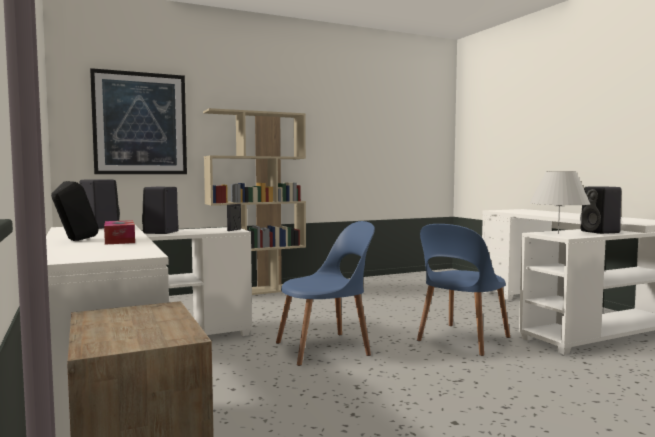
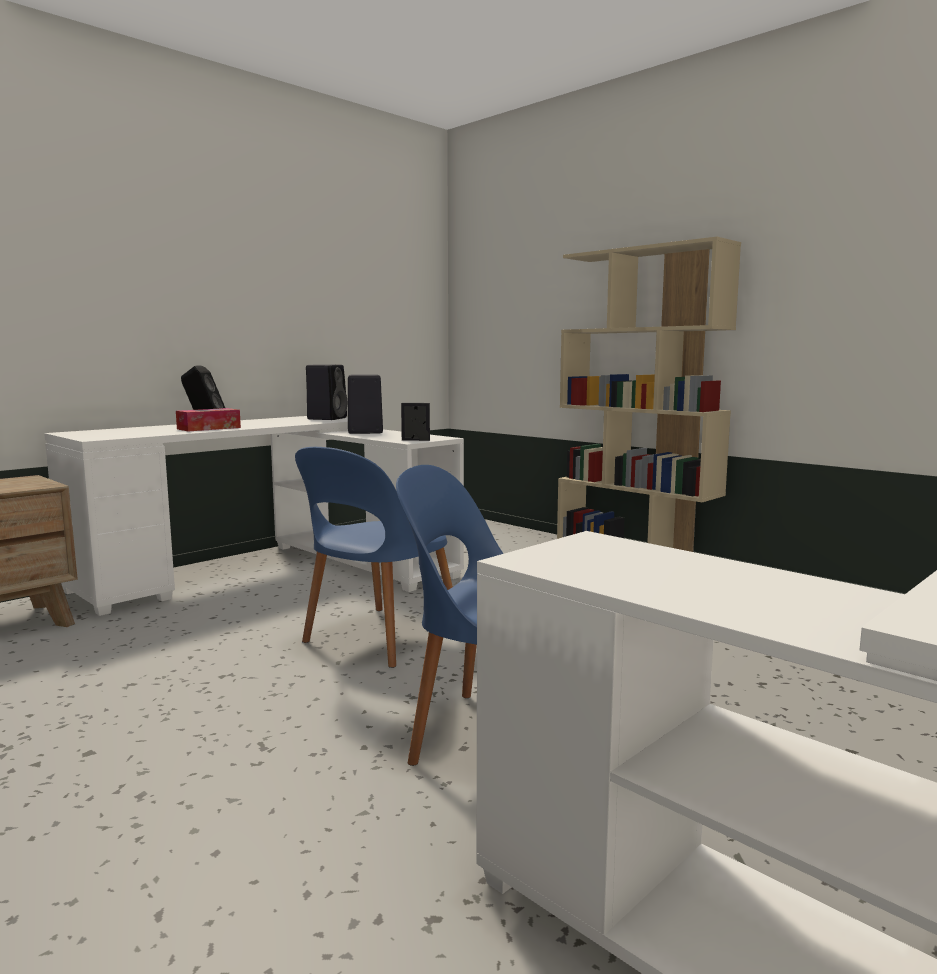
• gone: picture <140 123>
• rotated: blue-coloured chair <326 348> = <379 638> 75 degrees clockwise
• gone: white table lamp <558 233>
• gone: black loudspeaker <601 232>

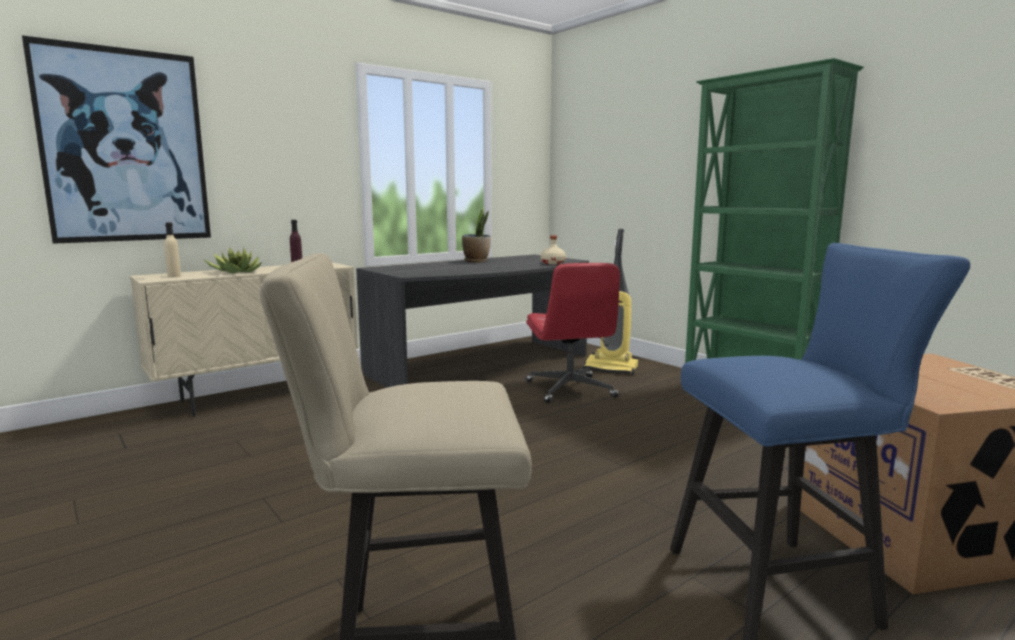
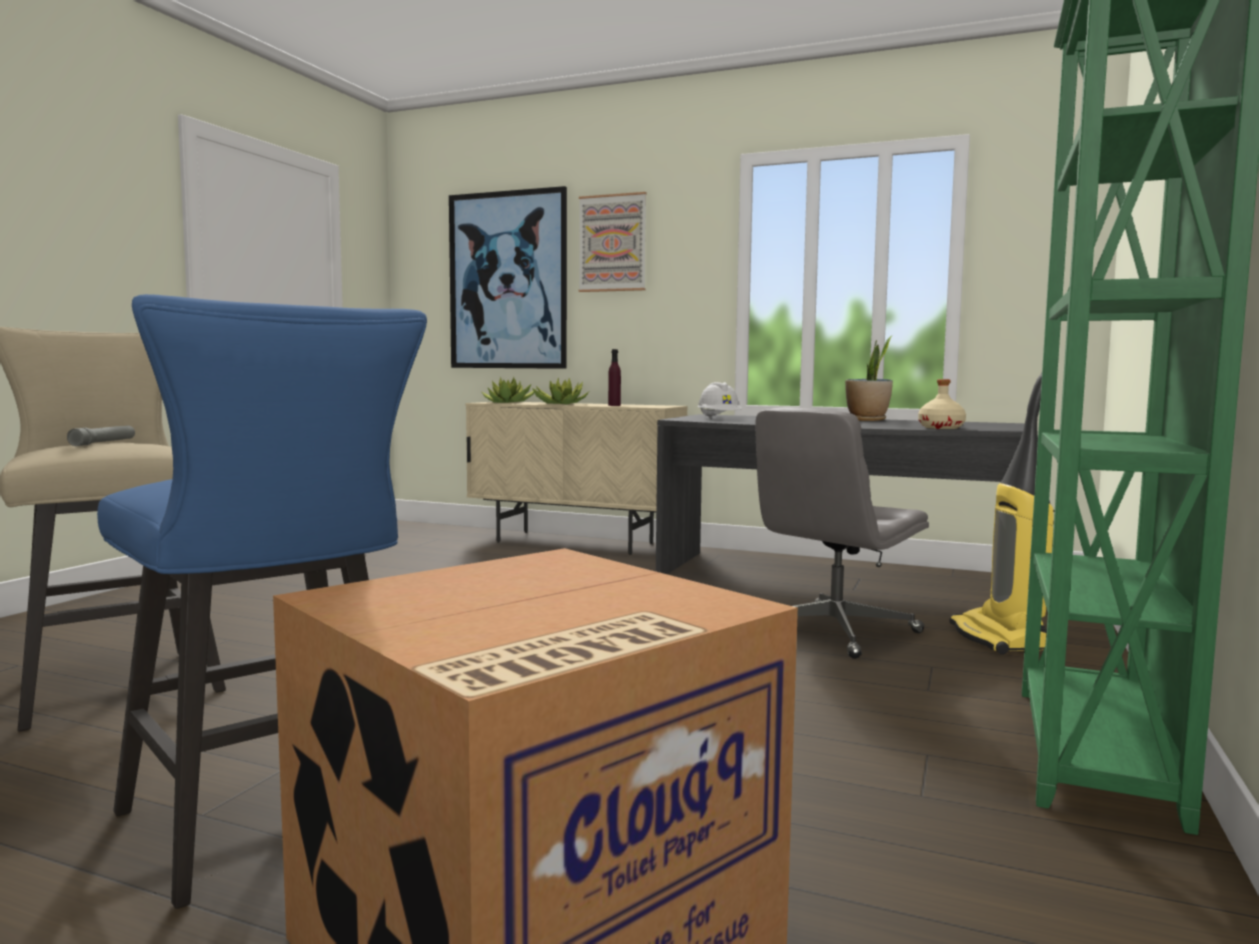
• swapped: beige drink bottle <174 276> to potted plant <508 402>
• repainted: reddish computer chair <570 389> to gray computer chair <834 632>
• new: gray flashlight <103 443>
• new: picture <612 243>
• new: white work helmet <719 419>

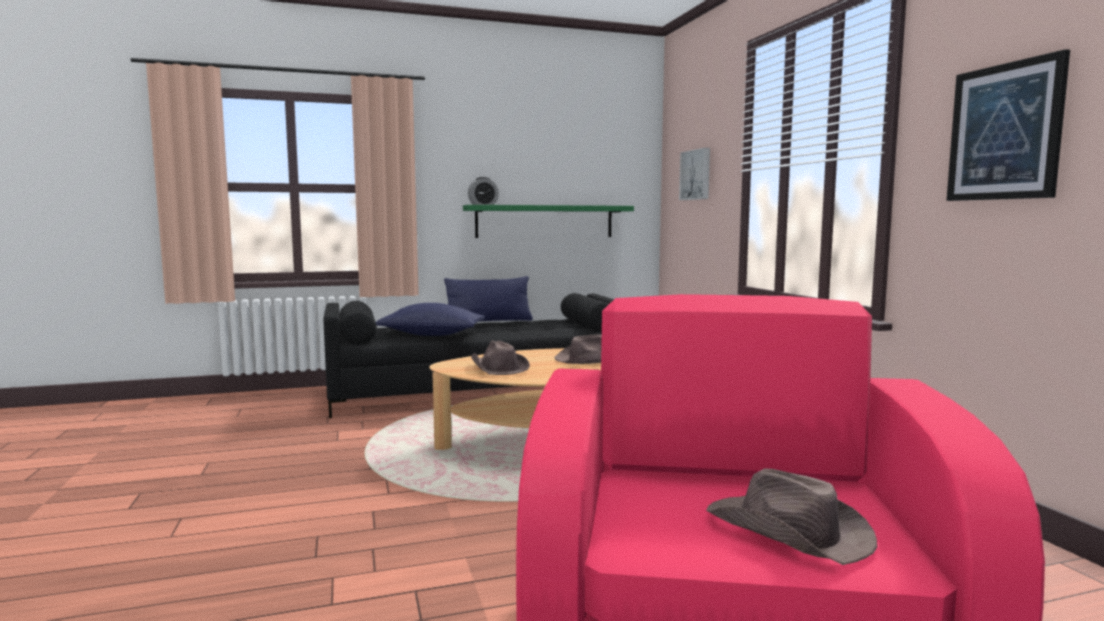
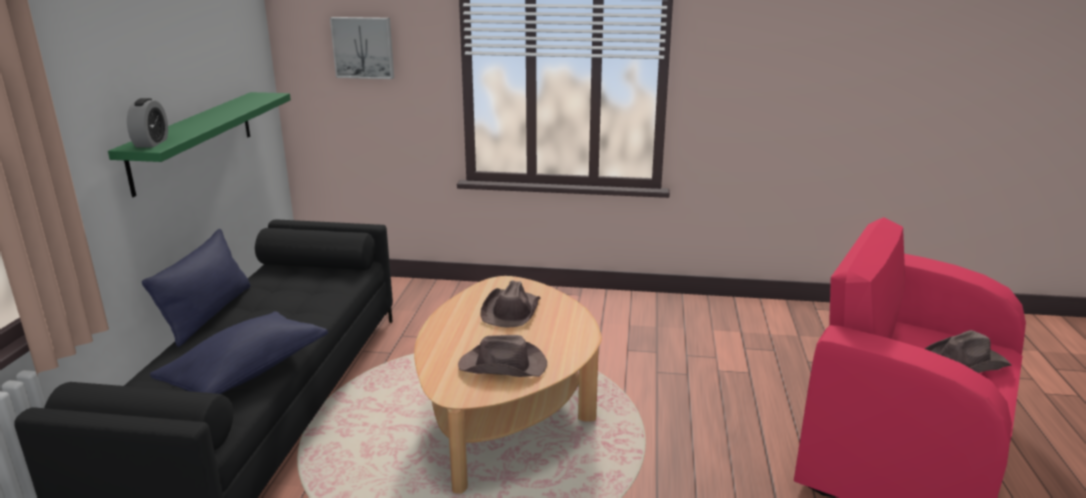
• gone: picture <1005 132>

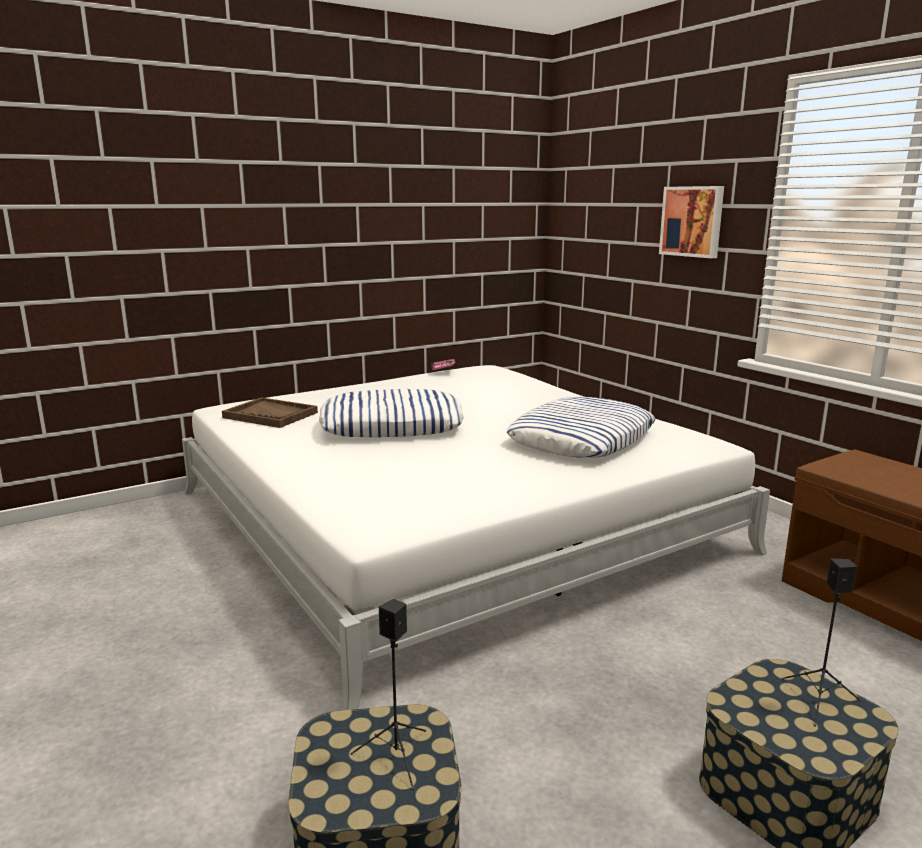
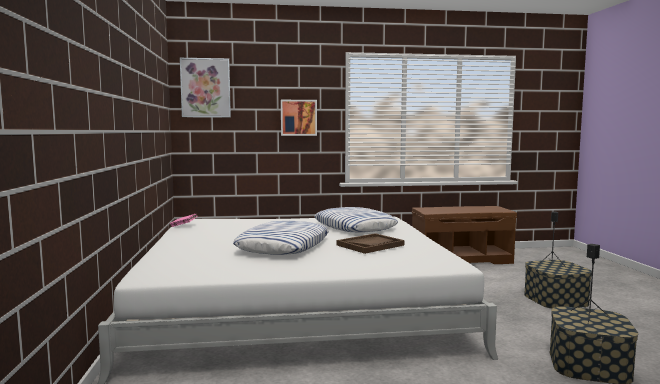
• shifted: brown-coloured tray <271 415> to <370 245>
• new: picture <205 88>

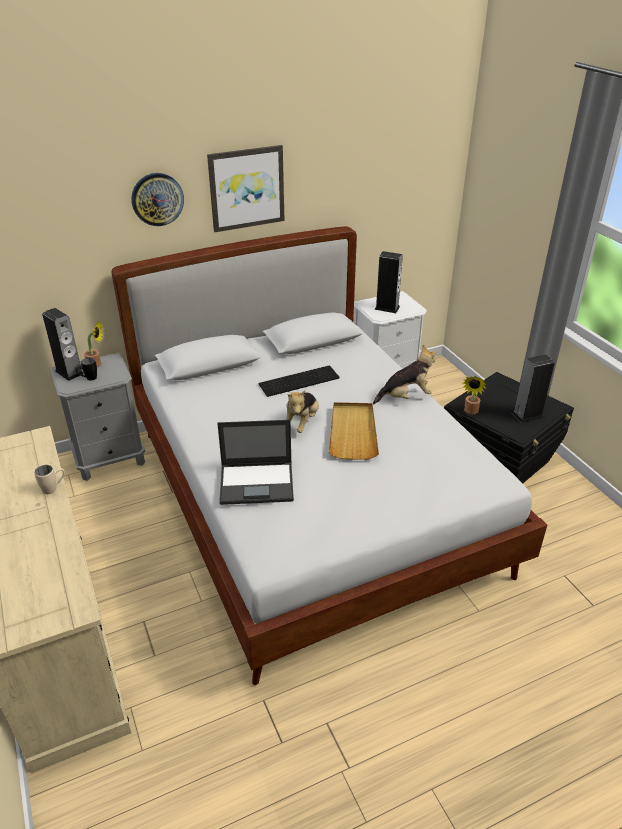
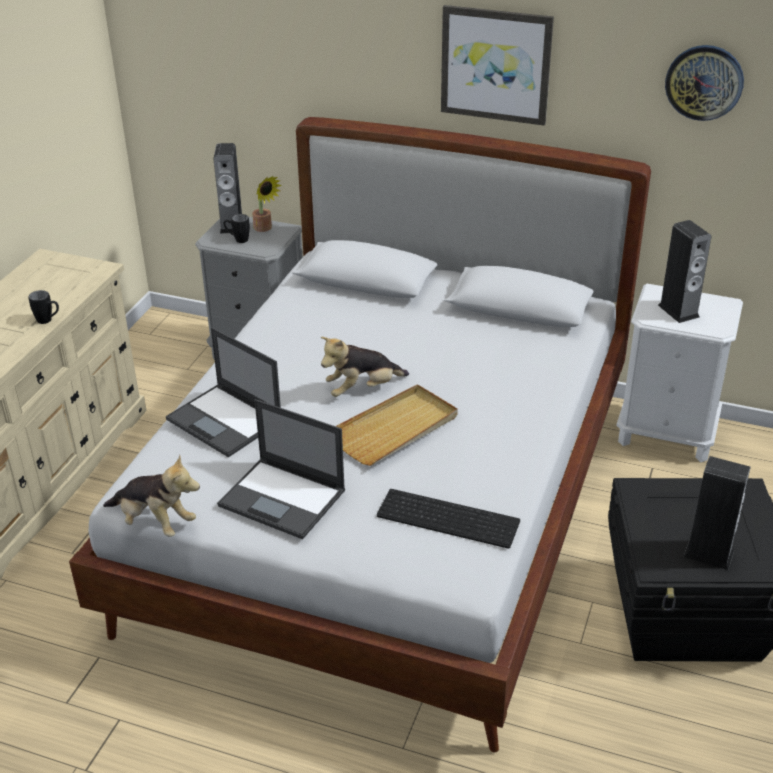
• repainted: beige tea mug <54 488> to black tea mug <48 321>
• shifted: clock on the wall <157 199> to <704 82>
• shifted: computer keyboard <299 380> to <450 517>
• shifted: soft toy <405 397> to <154 522>
• gone: potted plant <470 411>
• new: laptop <283 498>

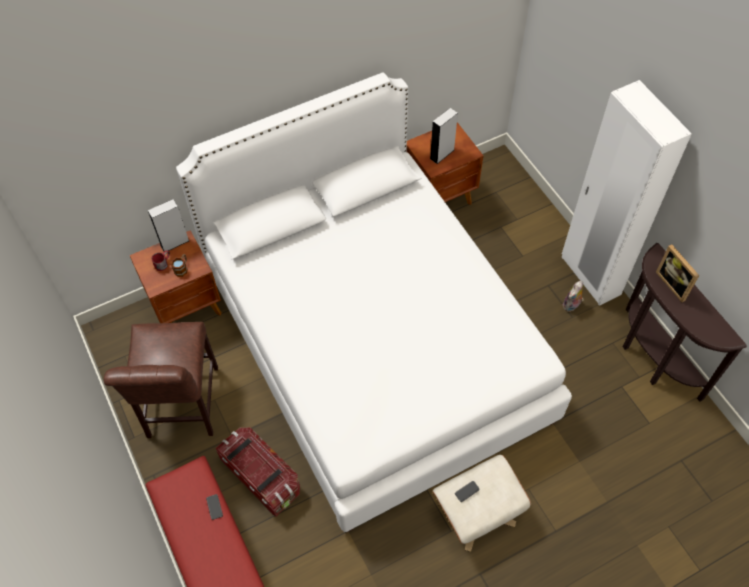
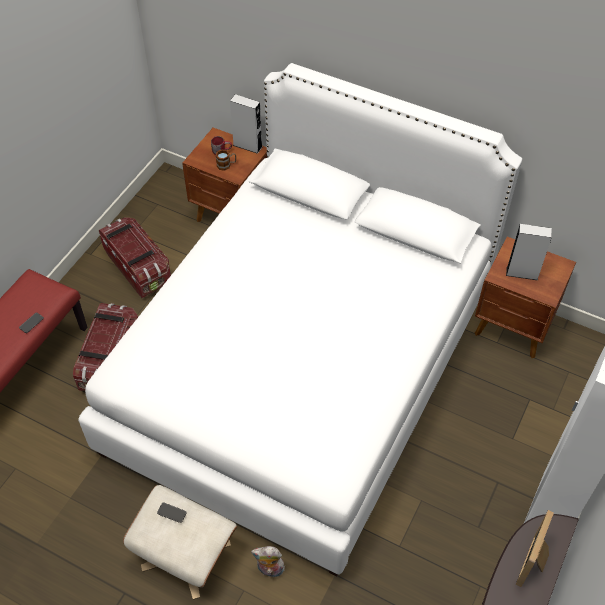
• swapped: brown-coloured chair <181 407> to storage bin <138 267>
• shifted: soft toy <571 306> to <269 570>

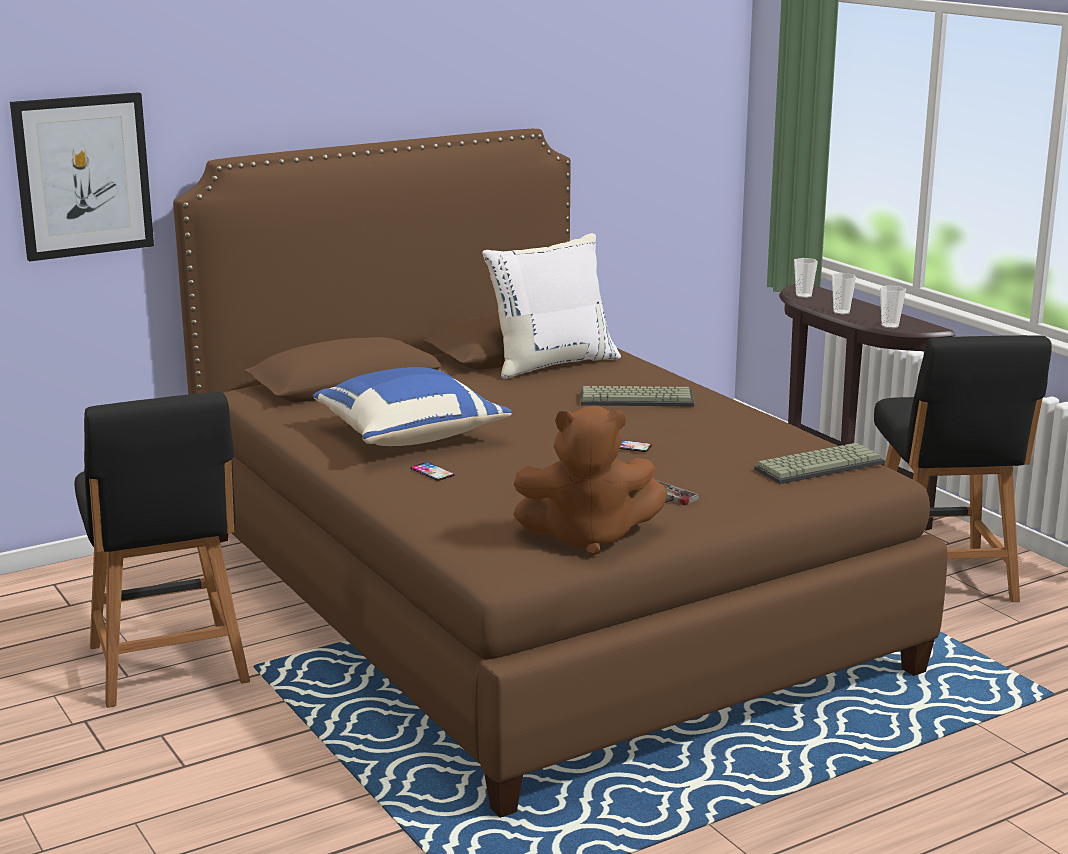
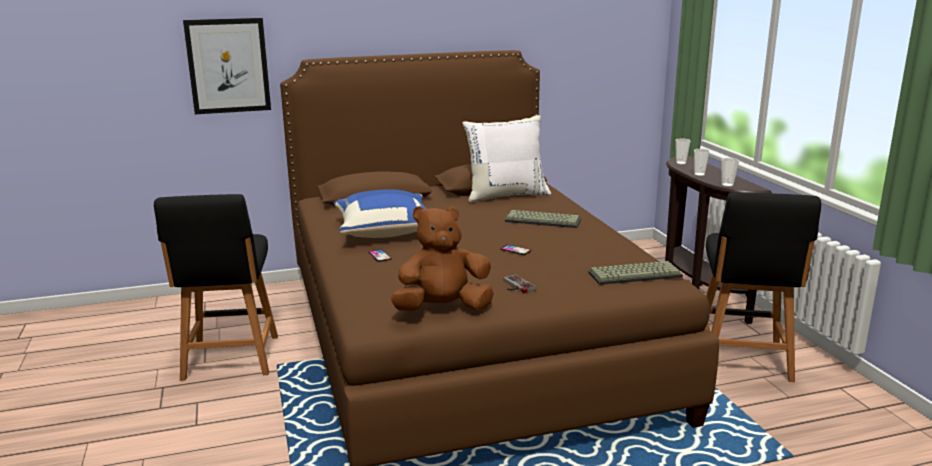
• rotated: brown-coloured soft toy <587 537> = <442 309> 150 degrees clockwise

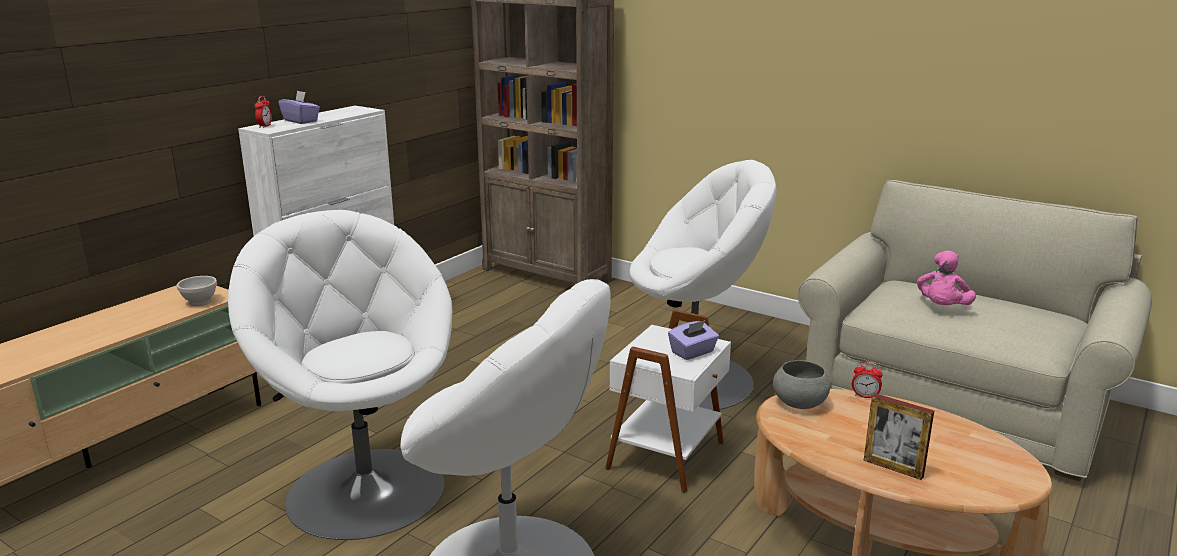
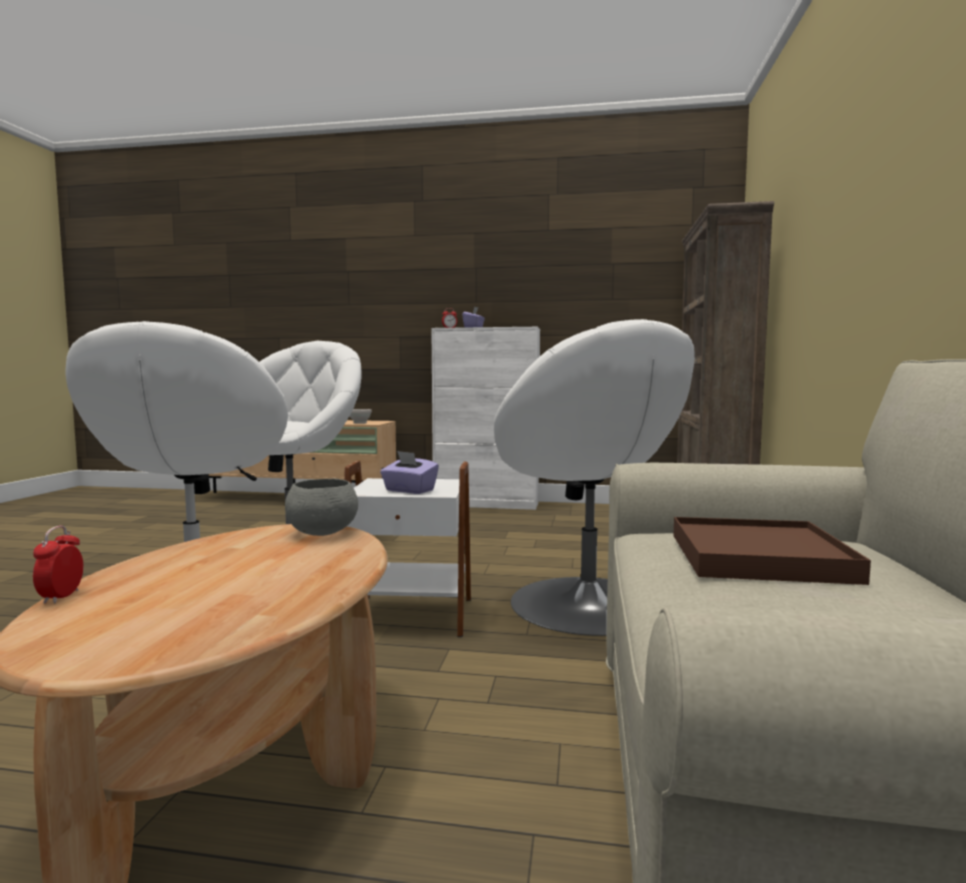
• shifted: bedside clock <865 396> to <61 597>
• gone: standing frame <893 468>
• swapped: pink soft toy <942 308> to brown-coloured tray <757 557>

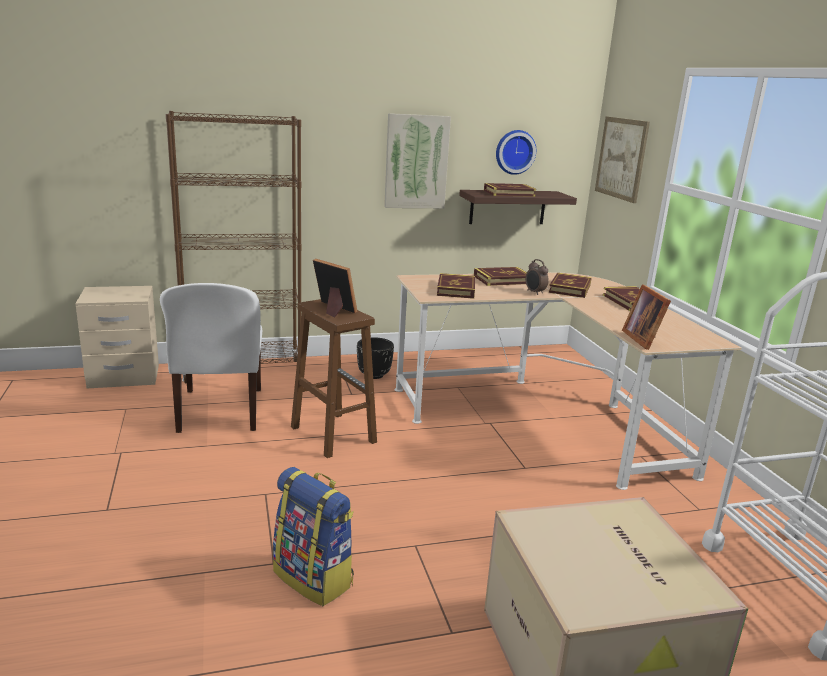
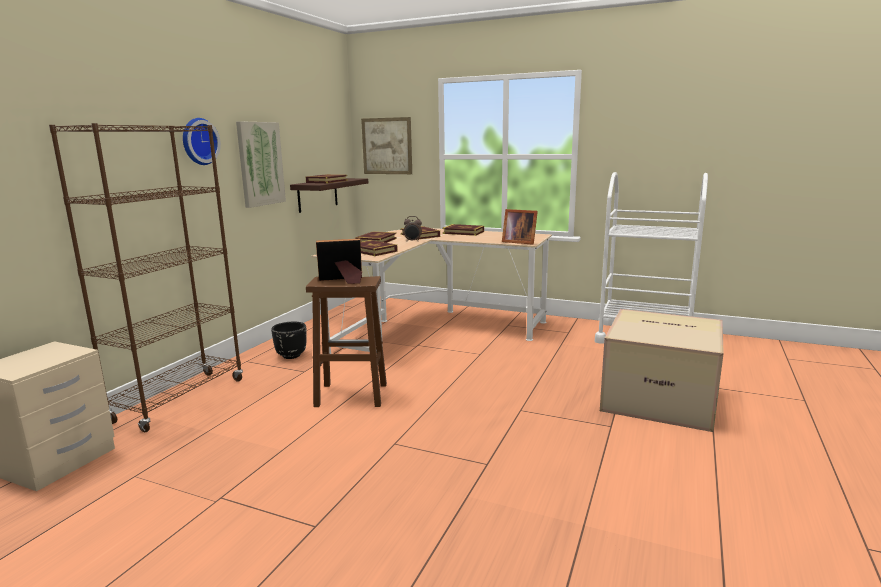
• gone: white chair <220 411>
• gone: backpack <315 578>
• shifted: clock on the wall <514 152> to <198 141>

